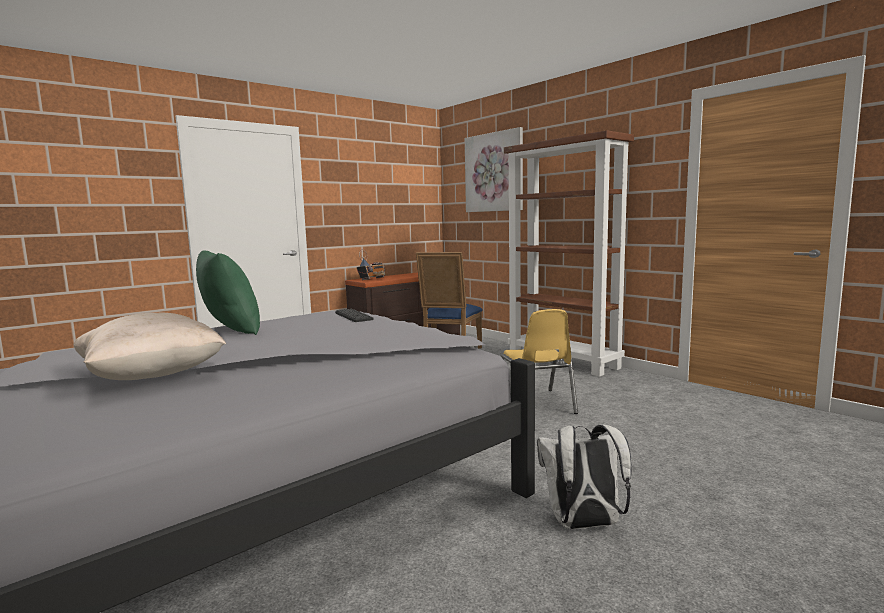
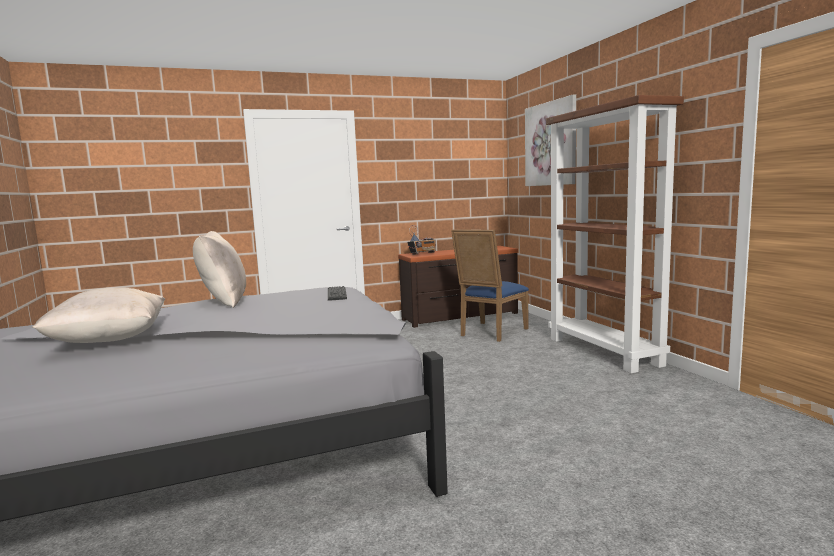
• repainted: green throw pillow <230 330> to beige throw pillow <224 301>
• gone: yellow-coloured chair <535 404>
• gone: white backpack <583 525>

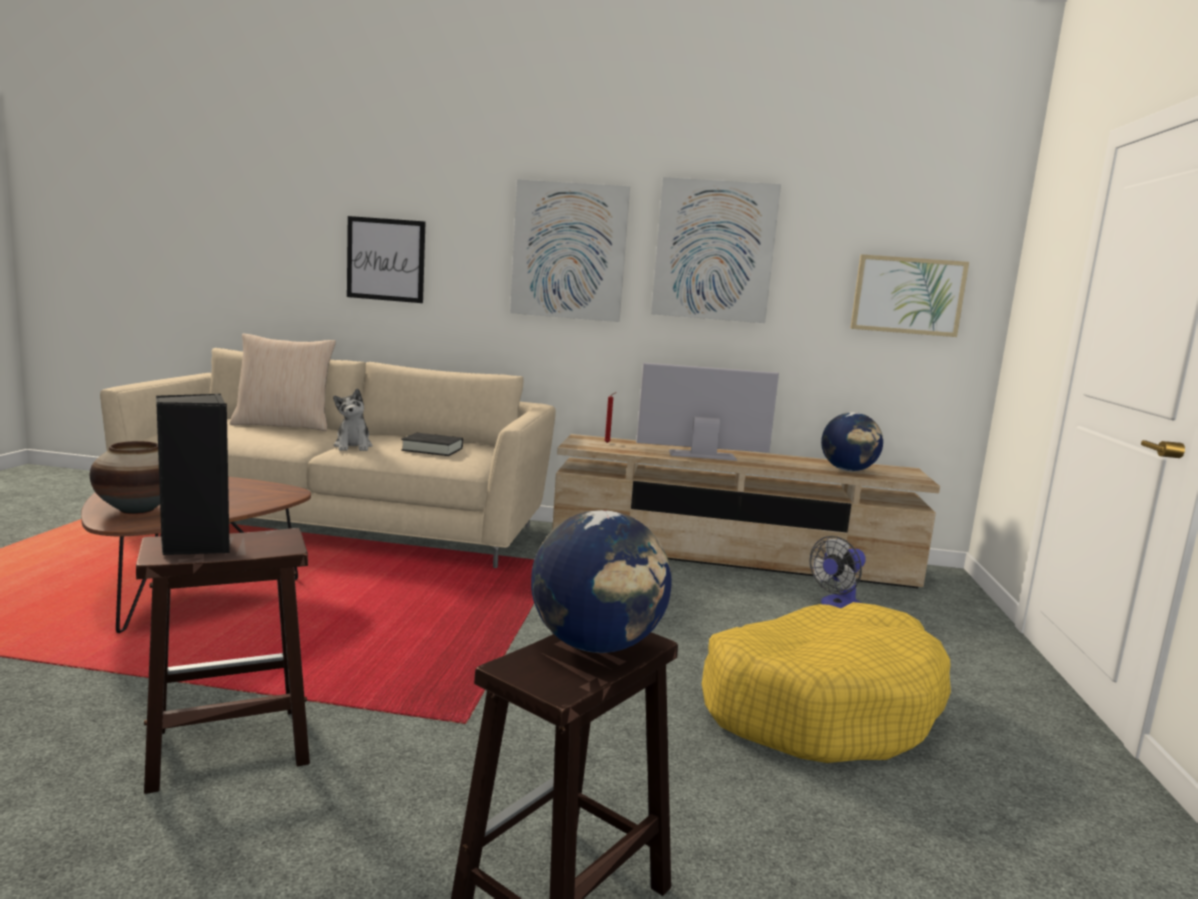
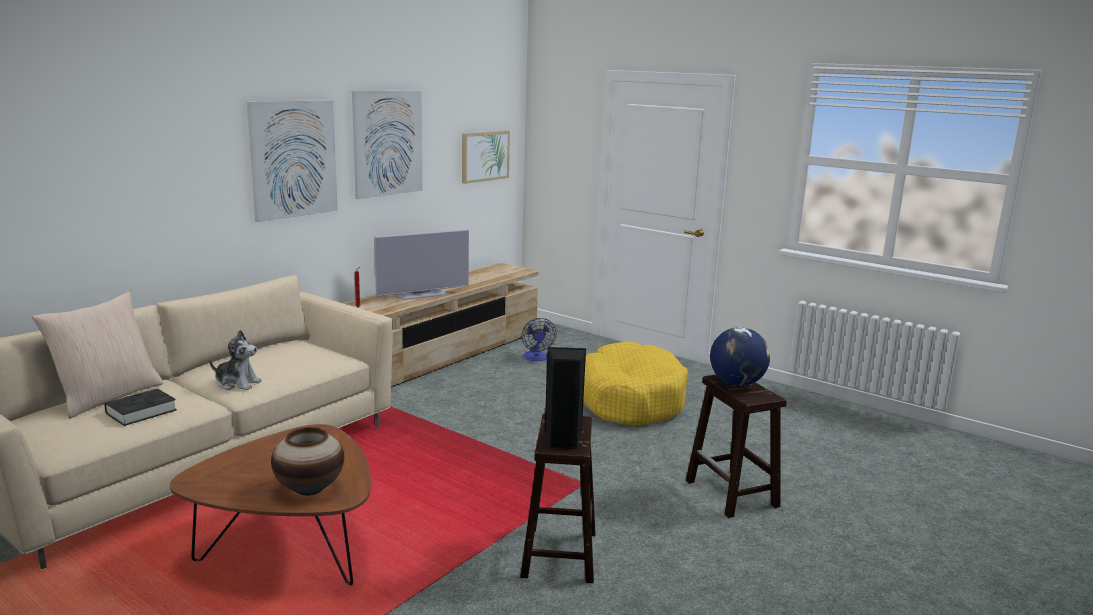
• gone: picture <386 259>
• shifted: black bound book <432 449> to <141 412>
• rotated: television <702 455> = <422 295> 150 degrees counterclockwise
• gone: globe <848 470>

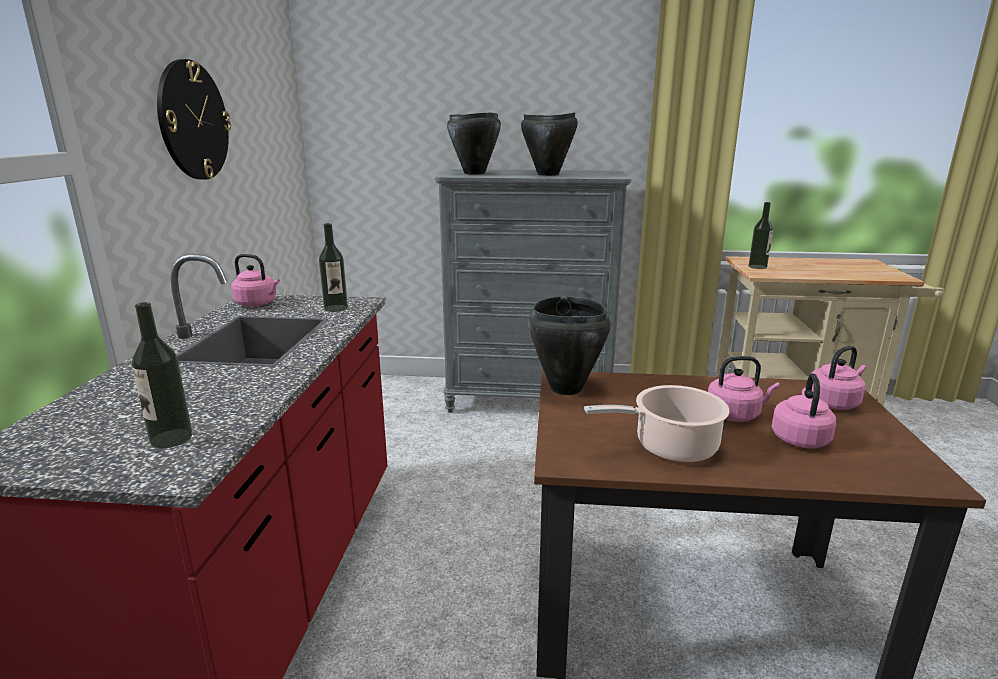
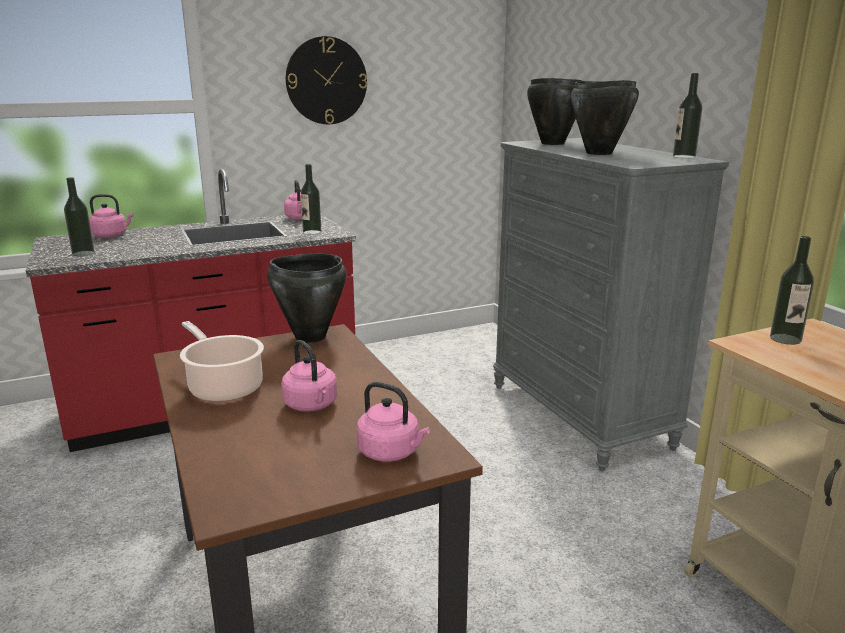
• shifted: pink water kettle <799 438> to <111 235>
• new: drink bottle <684 156>

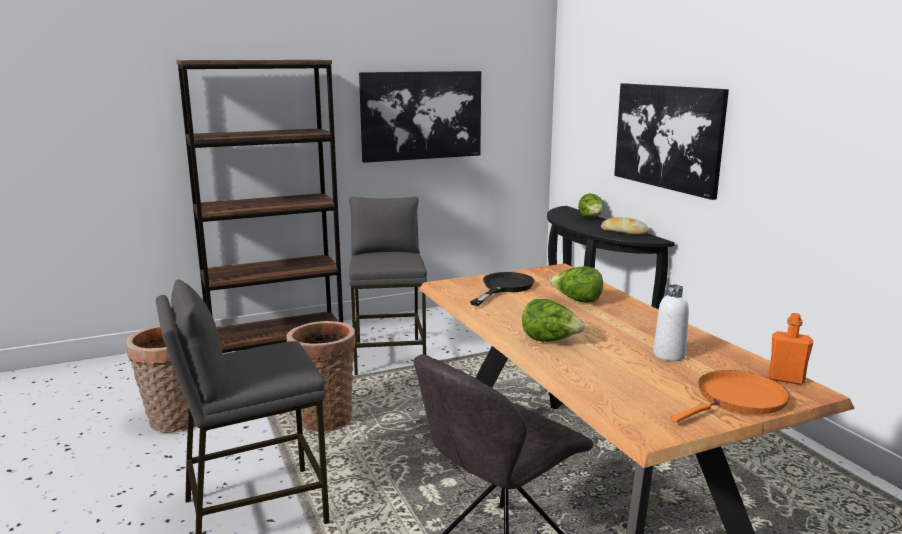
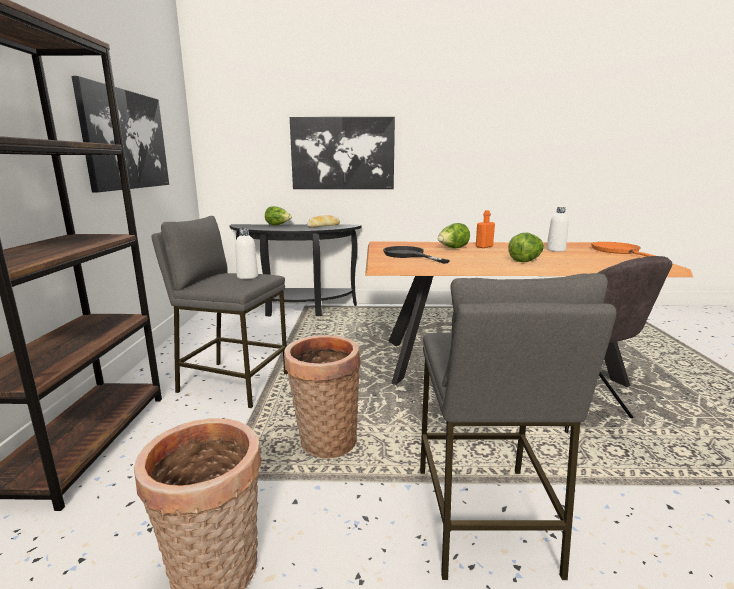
• shifted: orange-coloured drink bottle <786 379> to <484 246>
• new: white drink bottle <247 277>

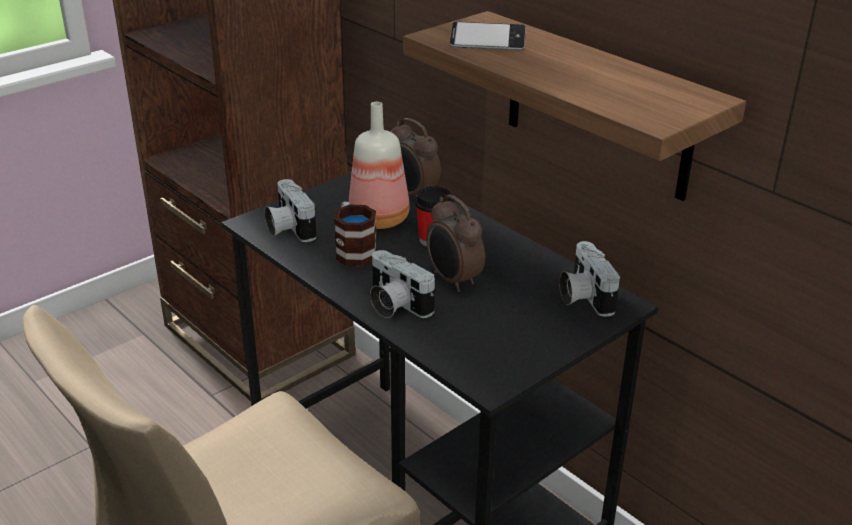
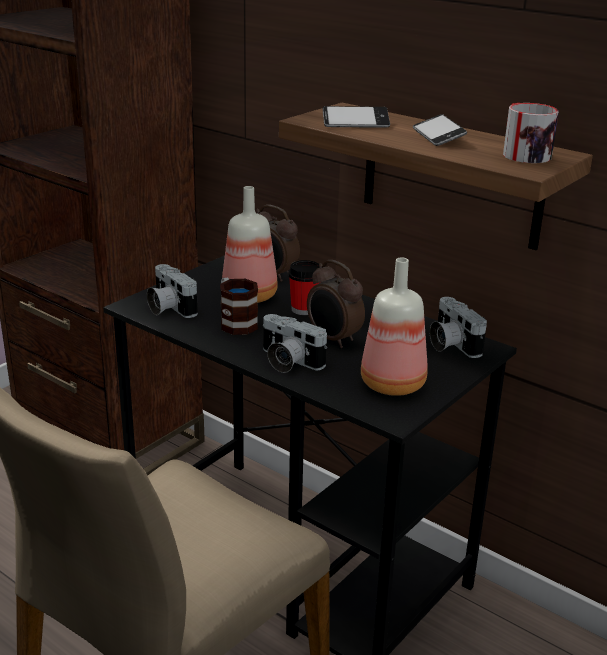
• new: drink bottle <395 384>
• new: phone <438 136>
• new: tea mug <522 153>

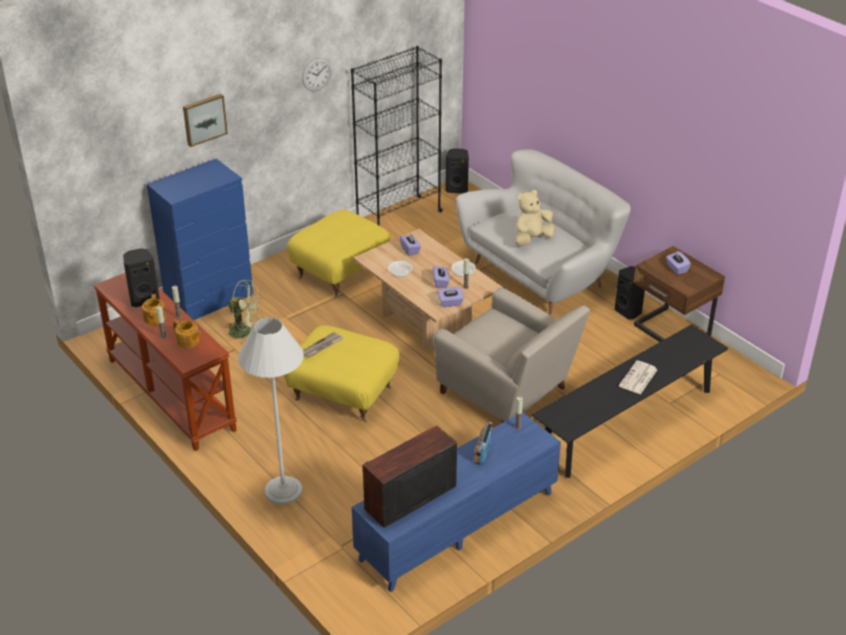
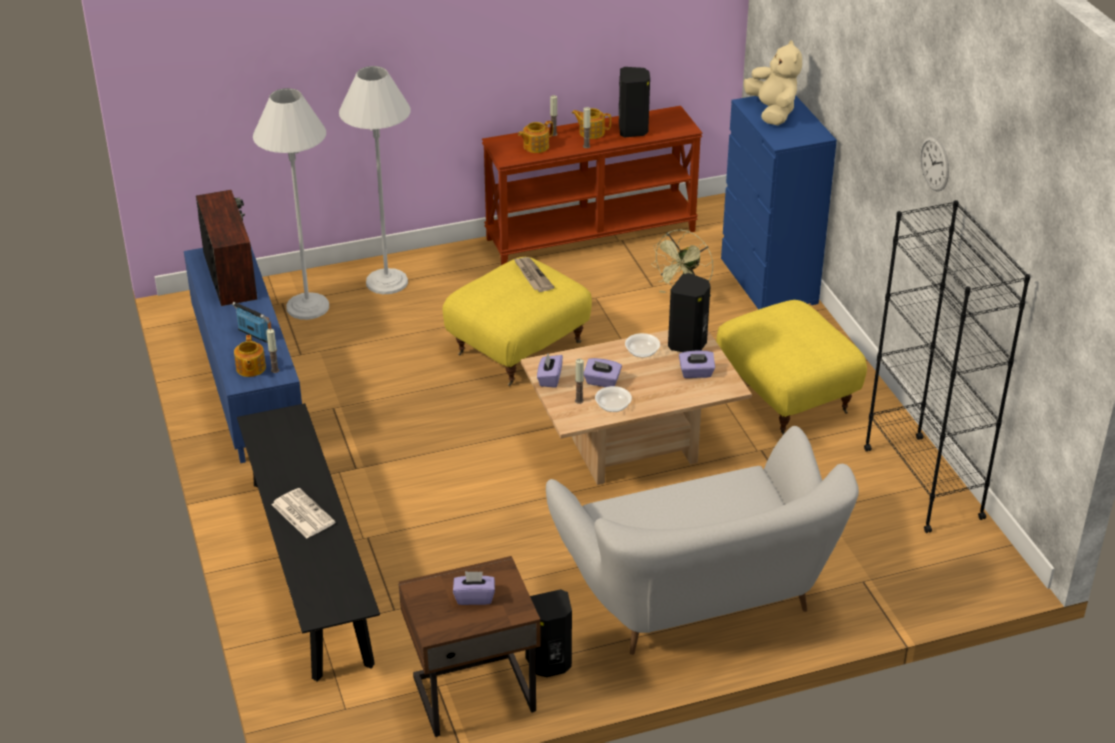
• gone: picture <204 119>
• gone: beige armchair <508 393>
• shifted: black loudspeaker <457 189> to <688 344>
• shifted: beige soft toy <532 239> to <772 112>
• new: teapot <250 368>
• new: white standard lamp <307 307>

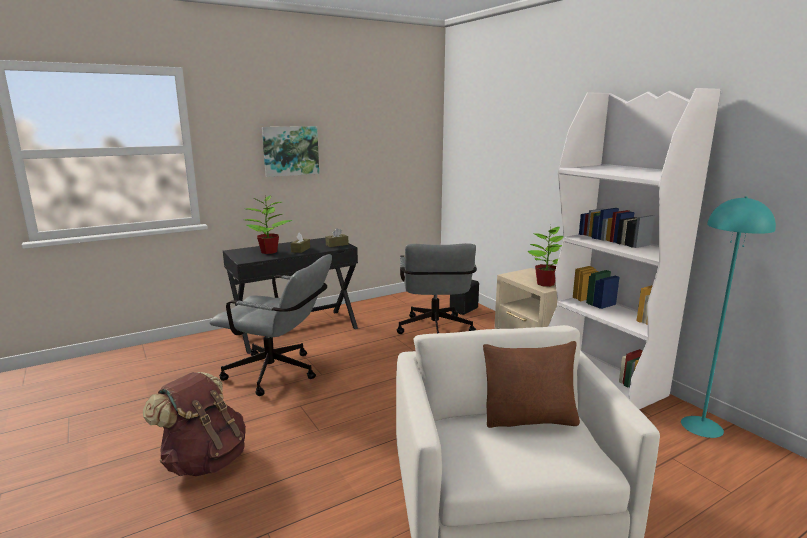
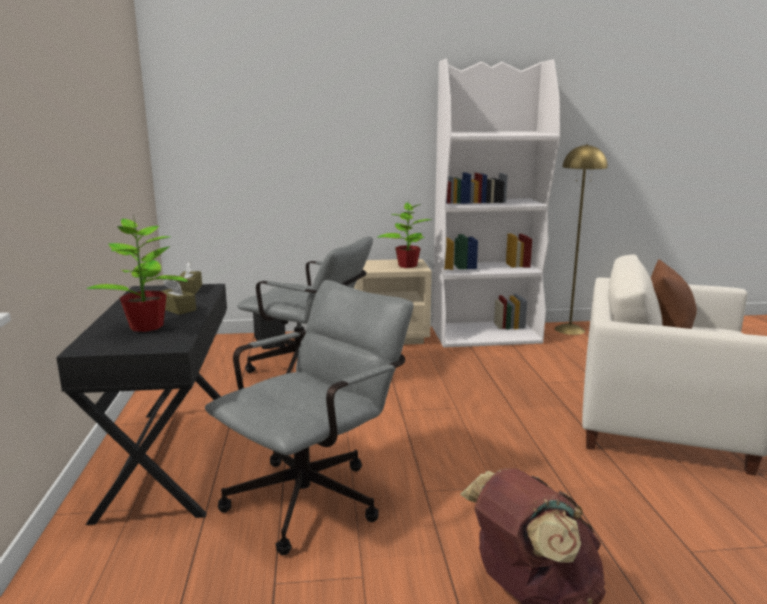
• gone: picture <290 151>
• repainted: turquoise-coloured standard lamp <702 426> to yellow-coloured standard lamp <569 329>

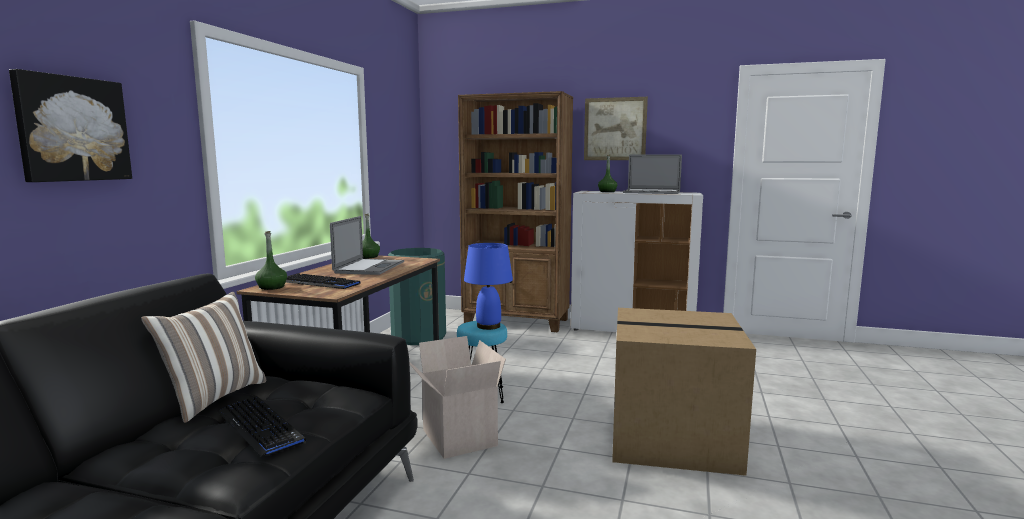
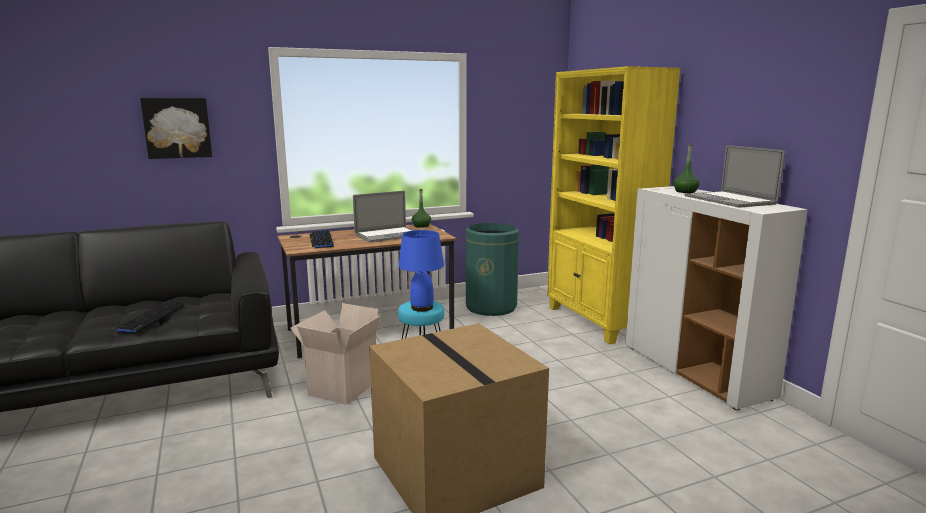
• gone: throw pillow <213 398>
• gone: green drink bottle <271 287>
• repainted: brown-coloured bookshelf <517 322> to yellow-coloured bookshelf <598 321>
• gone: picture <615 129>

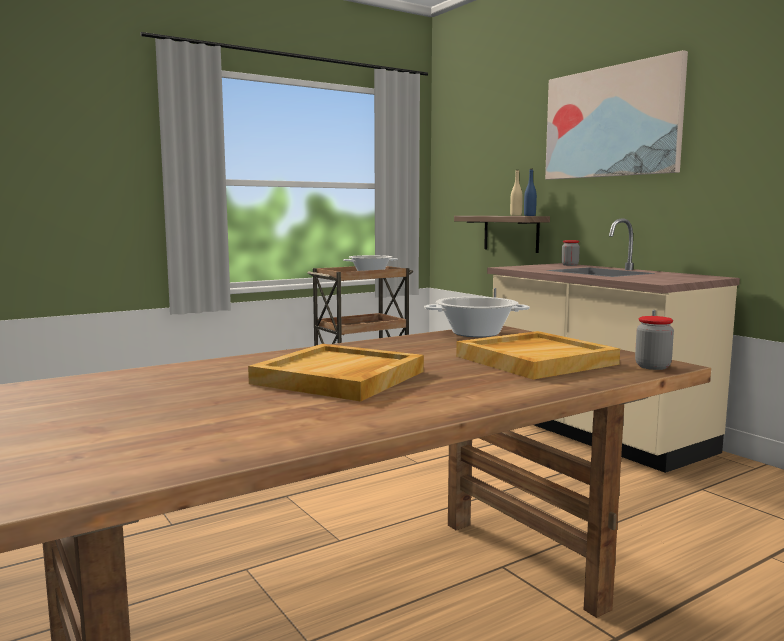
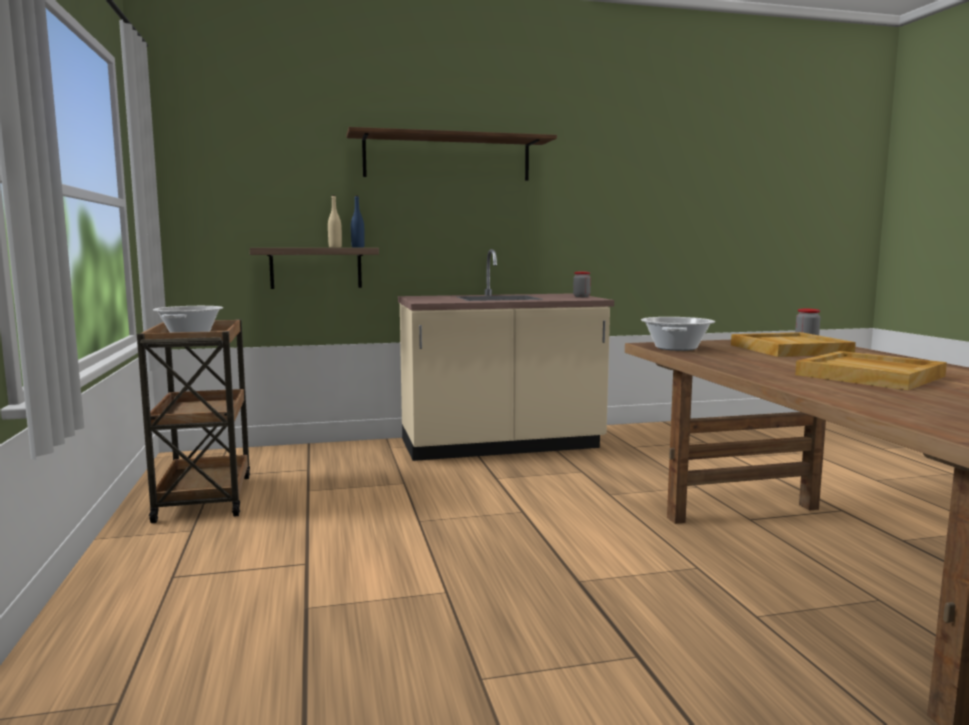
• swapped: picture <611 122> to bracket shelf <447 158>
• shifted: preserve jar <570 265> to <581 296>

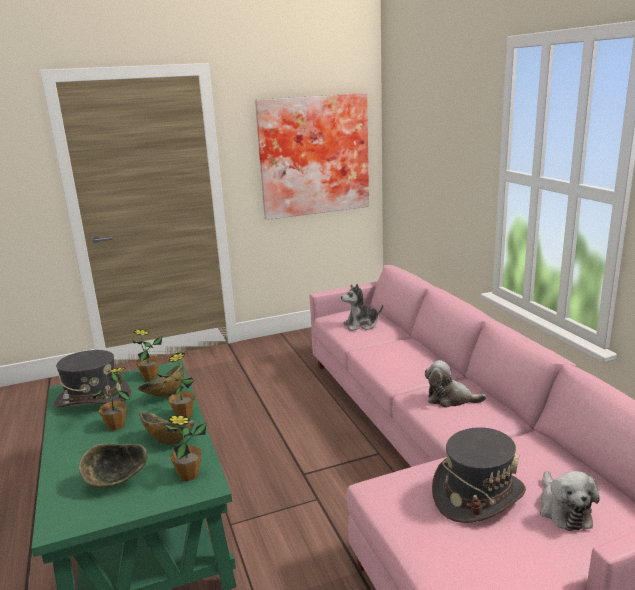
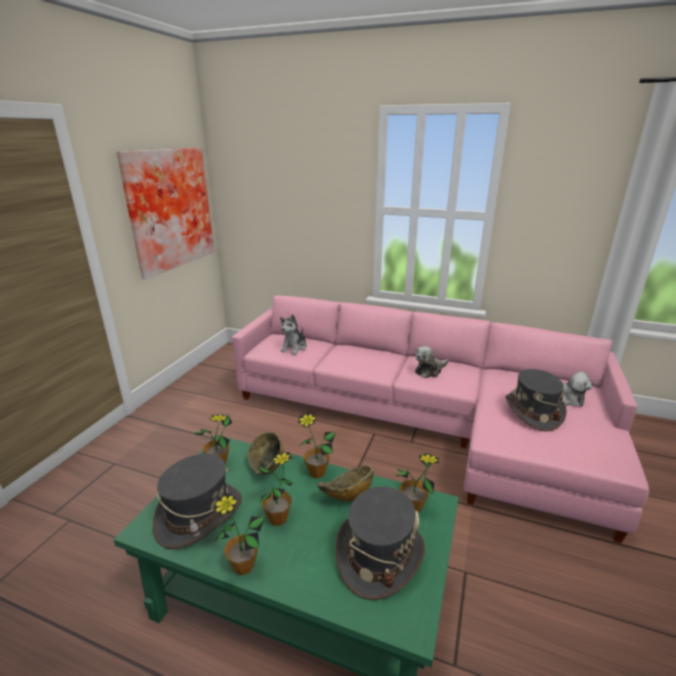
• swapped: bowl <117 482> to gray clothing hat <379 555>
• new: potted plant <243 566>

